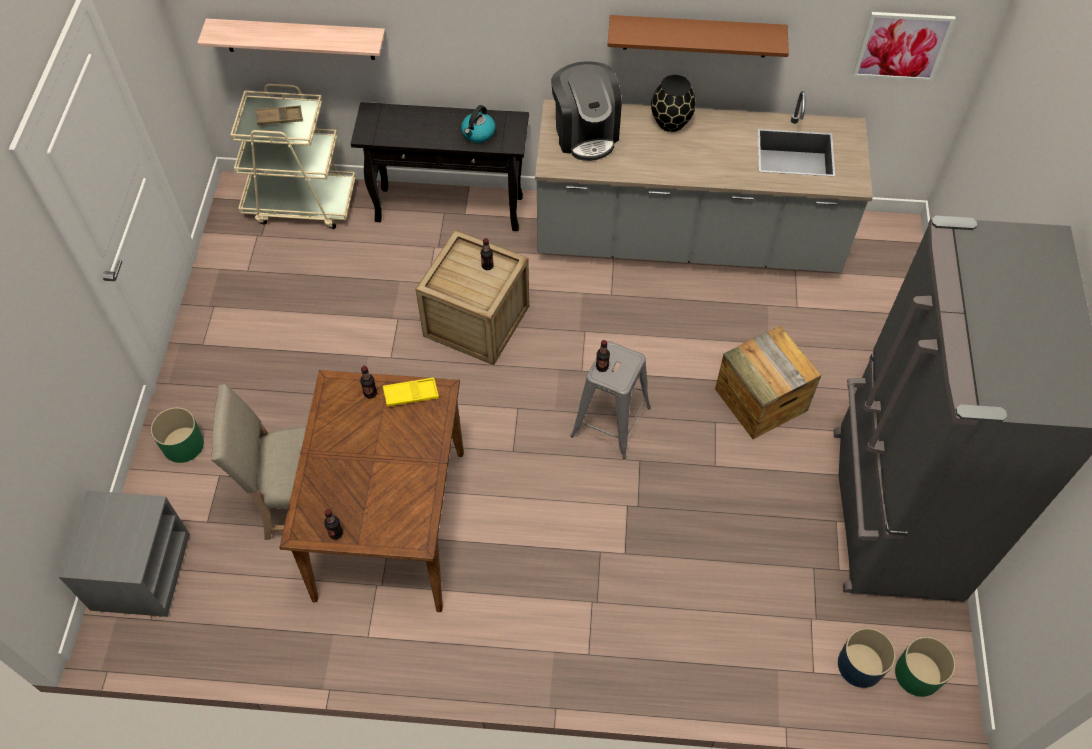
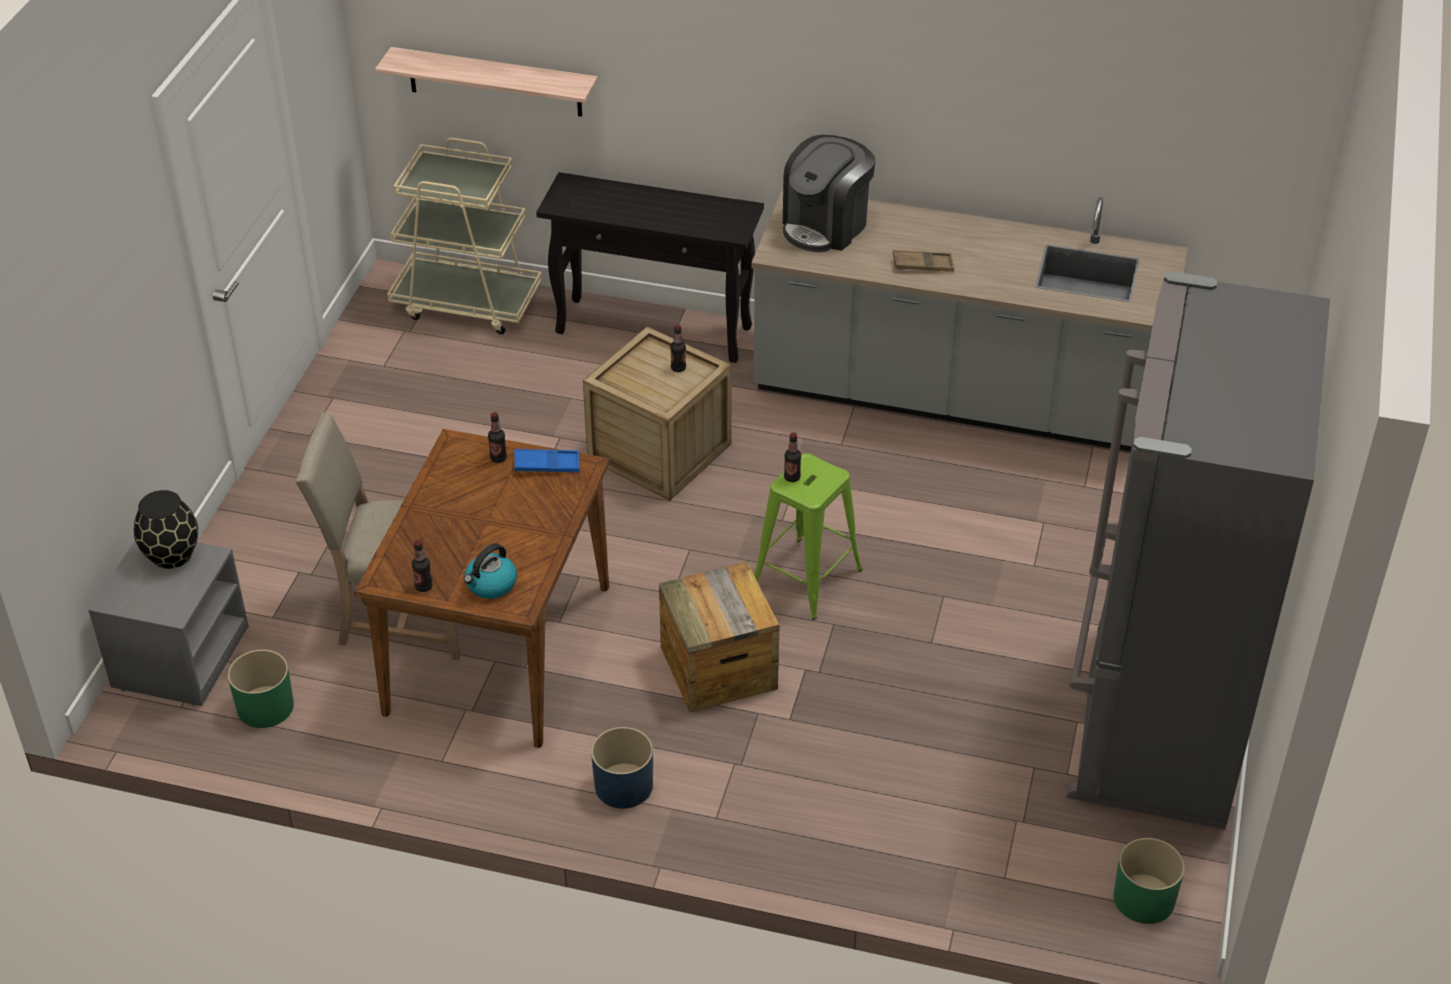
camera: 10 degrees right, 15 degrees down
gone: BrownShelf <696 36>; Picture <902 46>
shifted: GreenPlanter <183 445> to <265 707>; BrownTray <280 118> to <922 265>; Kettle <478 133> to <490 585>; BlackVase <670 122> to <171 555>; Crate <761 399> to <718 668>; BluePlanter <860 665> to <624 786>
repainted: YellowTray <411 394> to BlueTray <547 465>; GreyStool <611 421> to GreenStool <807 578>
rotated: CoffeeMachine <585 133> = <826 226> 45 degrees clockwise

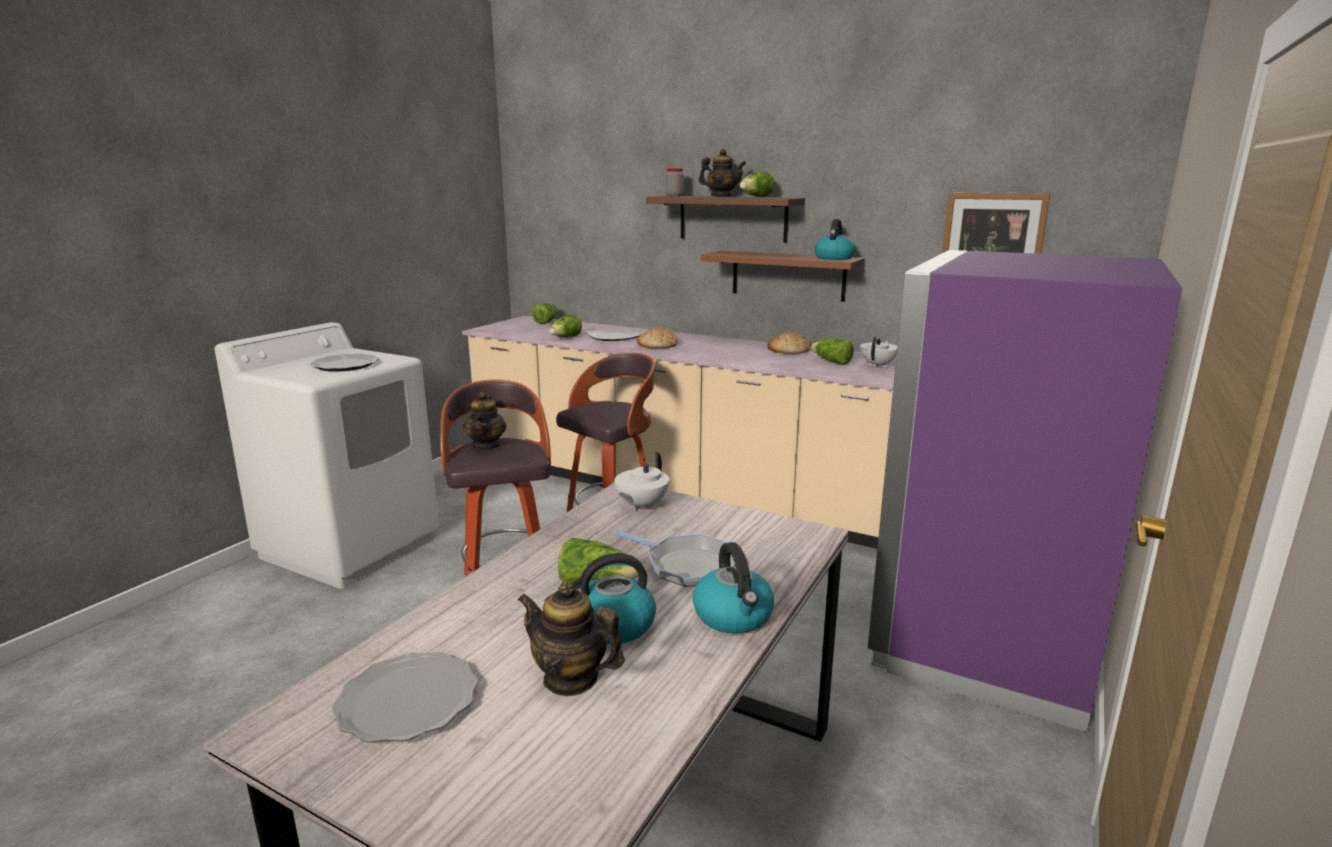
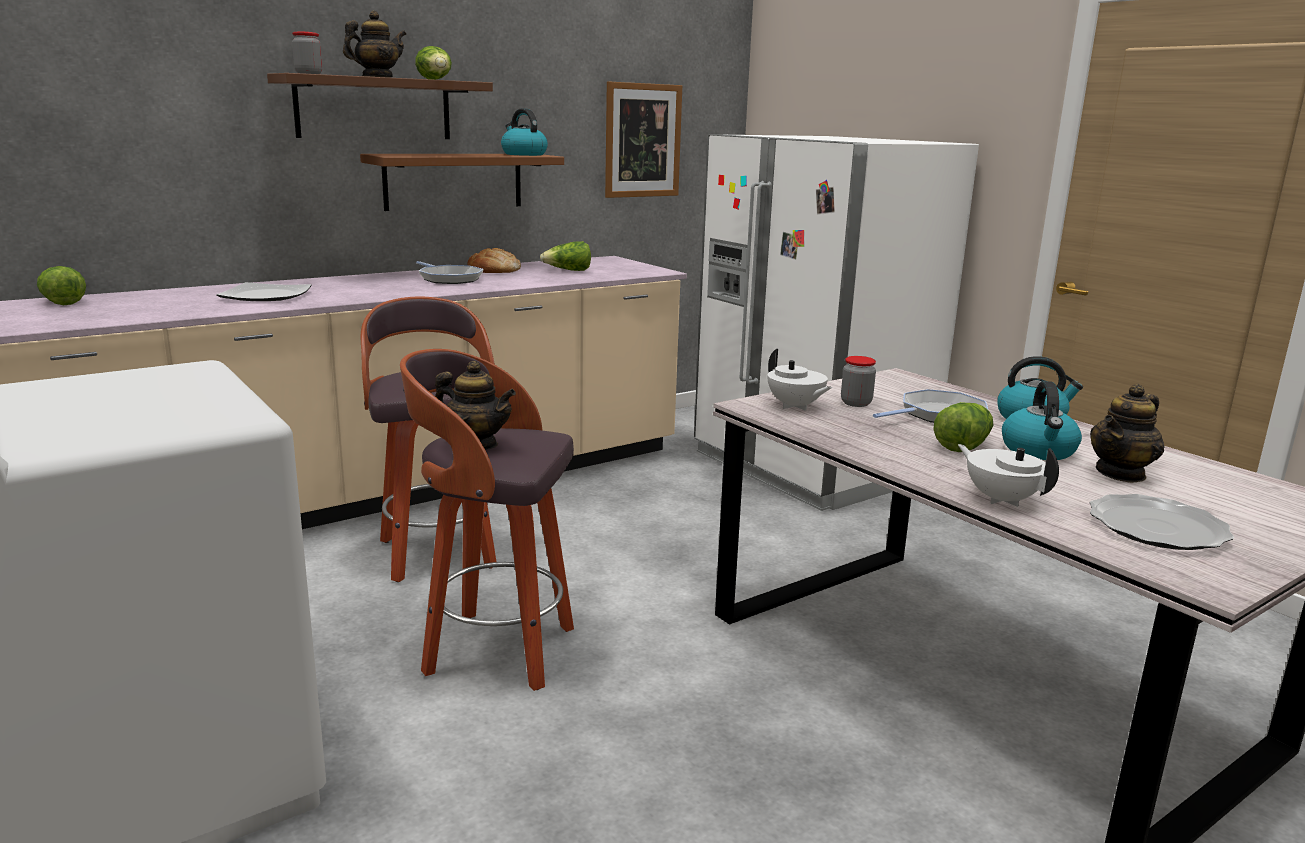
camera: 65 degrees left, 0 degrees up
gone: Plate <345 365>; Lettuce <565 338>; Bread <657 345>
new: FryingPan <449 278>; Jar <856 403>
shifted: WhiteTeapot <878 365> to <1001 499>
repainted: PurpleFridge <983 637> to WhiteFridge <810 467>

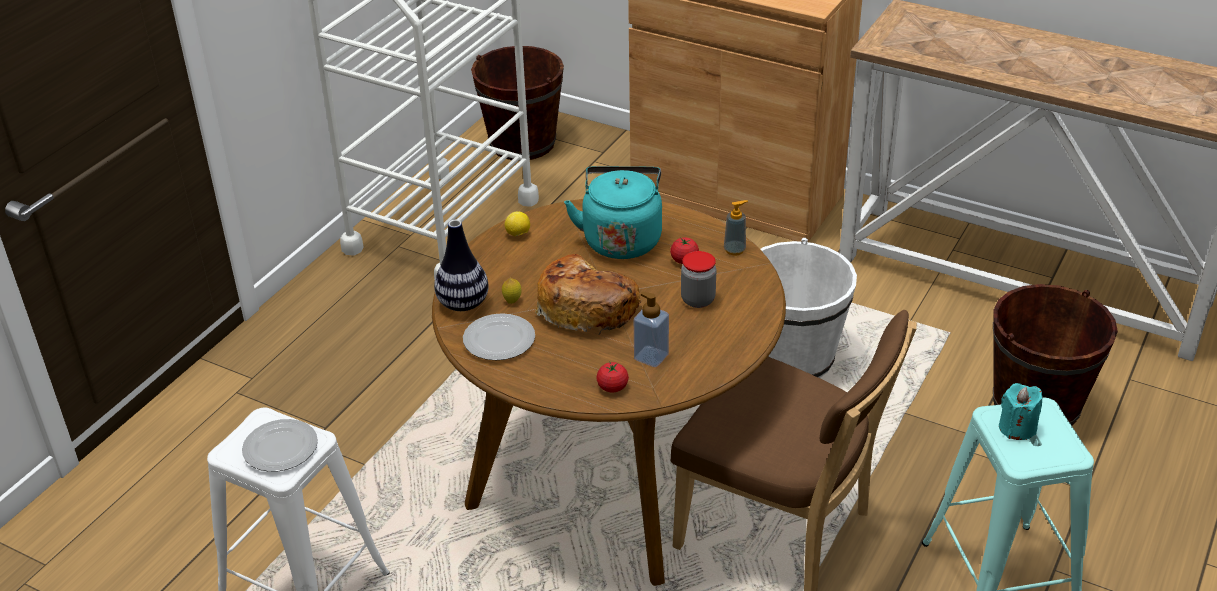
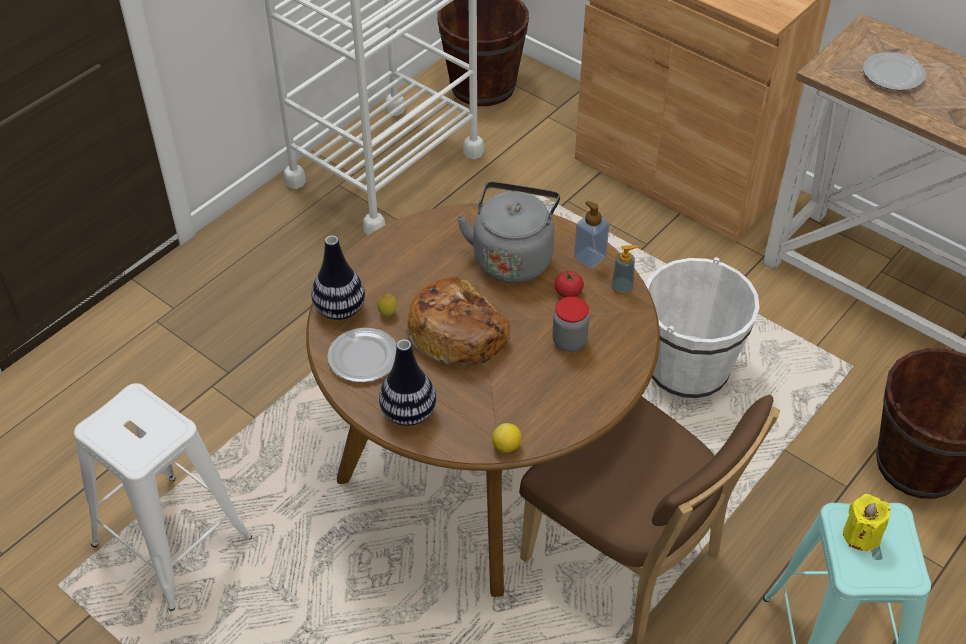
camera: 10 degrees right, 10 degrees up
gone: Tomato <612 387>
new: Vase <408 413>
shifted: Plate <280 449> to <893 75>; Lemon <518 234> to <506 447>; SoapDispenser <651 357> to <590 257>
repainted: TurquoiseKettle <621 239> to GreyKettle <513 257>; TurquoiseCandle <1017 428> to YellowCandle <861 535>

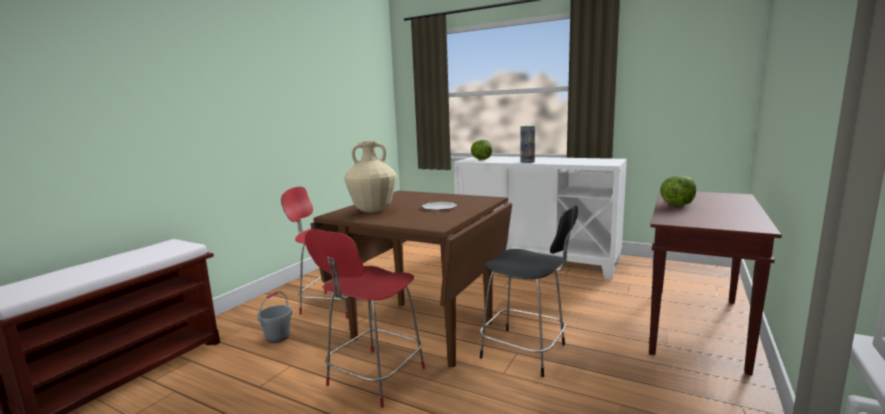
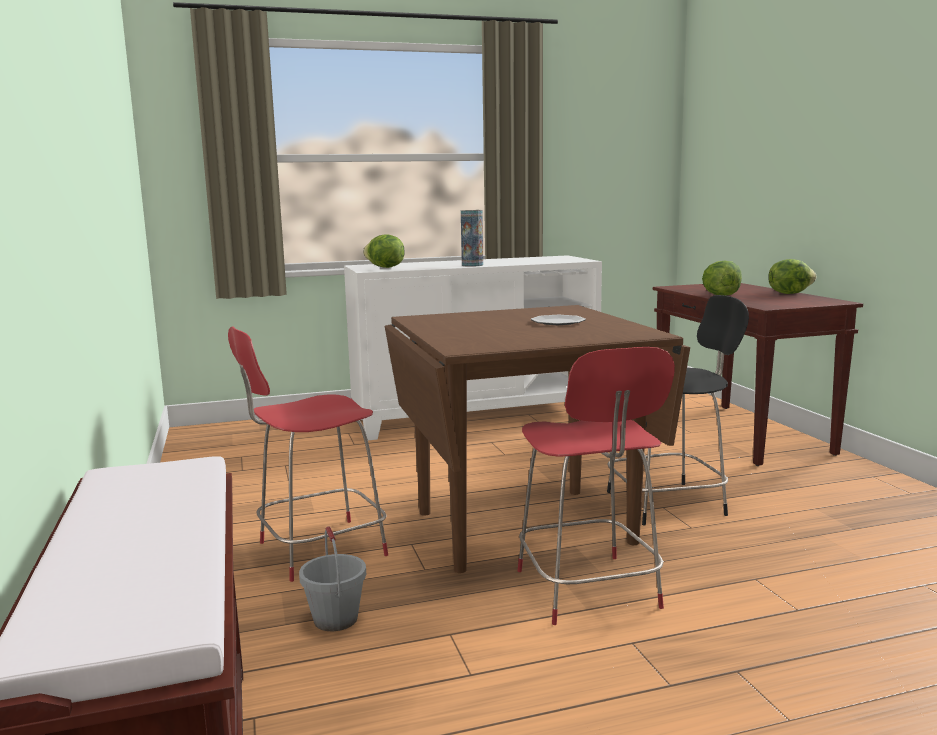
camera: 45 degrees left, 0 degrees up
gone: BeigeVase <373 211>
new: Lettuce <789 293>

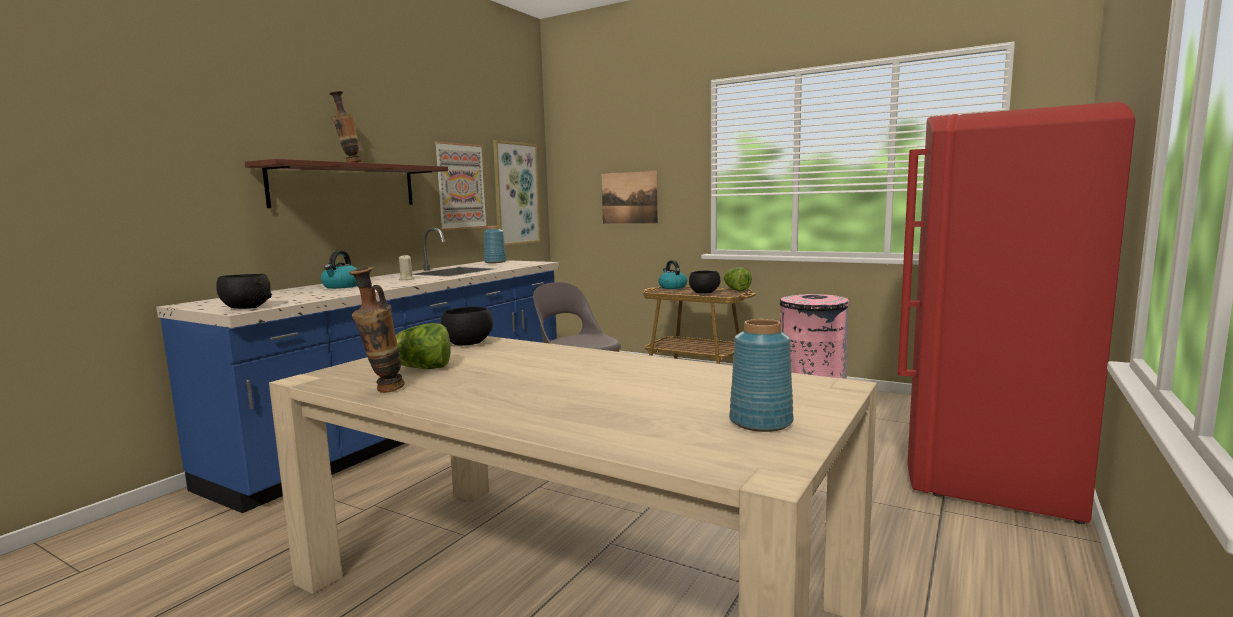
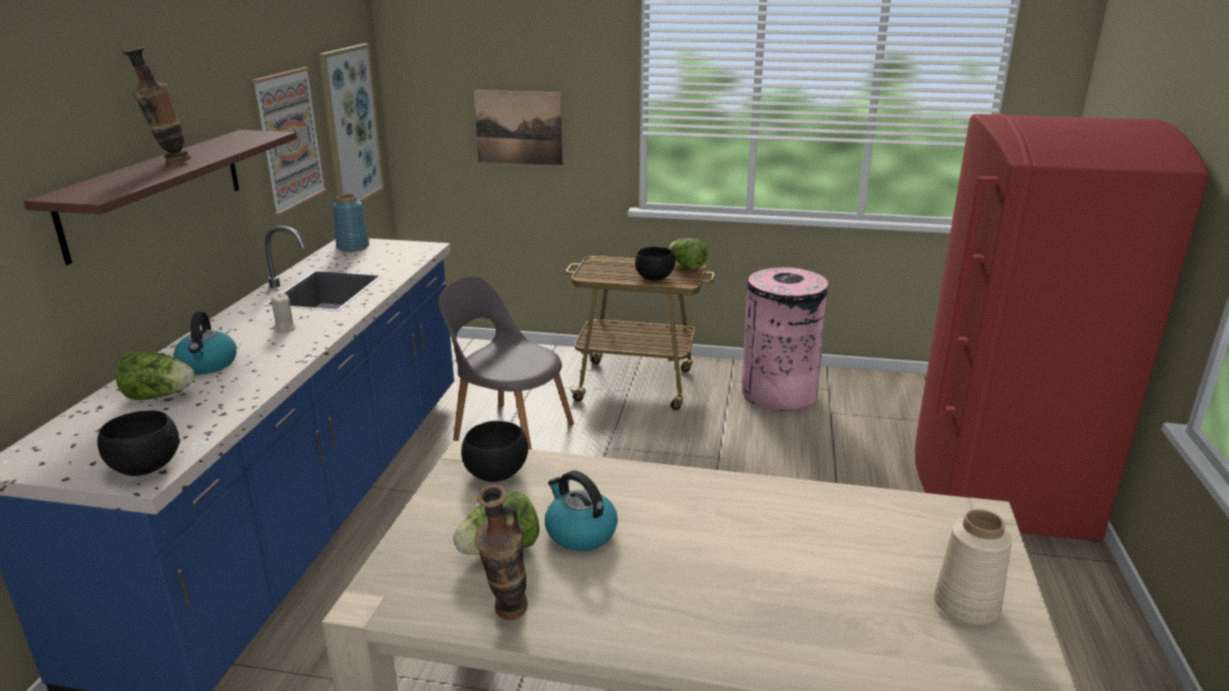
camera: 20 degrees left, 15 degrees up
new: Lettuce <159 396>
shifted: Kettle <672 287> to <579 532>
repainted: BlueVase <759 422> to BeigeVase <965 605>

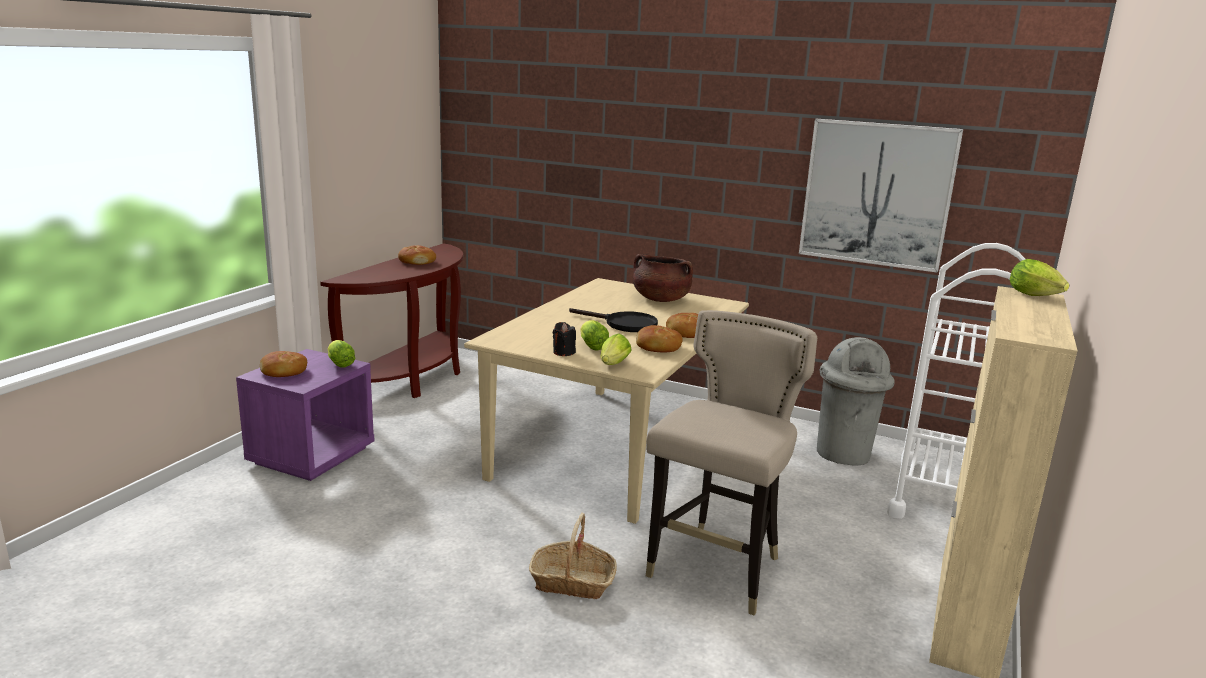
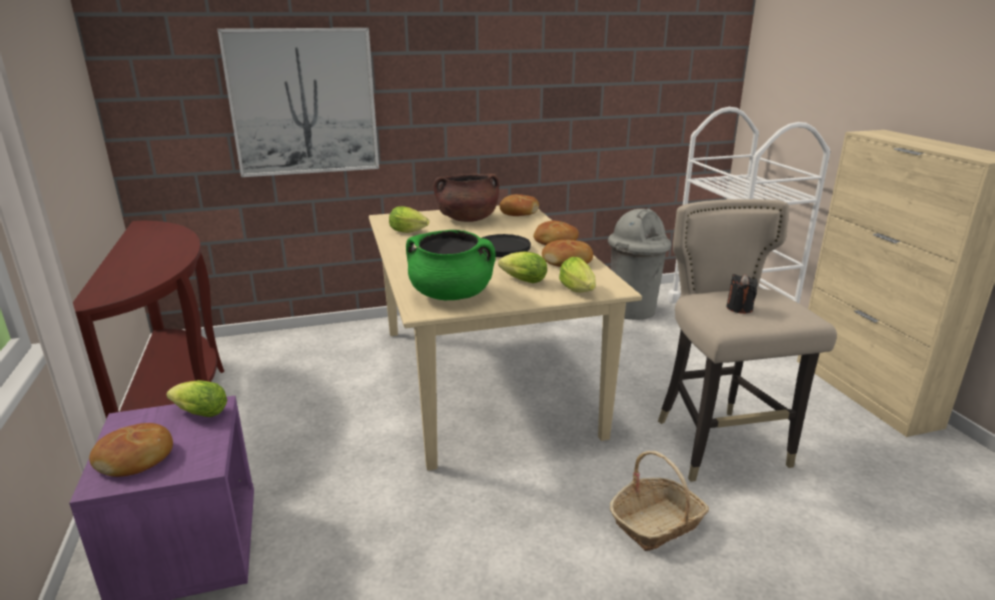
camera: 40 degrees left, 5 degrees up
new: GreenCookingPot <451 295>
shifted: Bread <416 261> to <518 212>; BlackCandle <563 352> to <739 308>; Picture <876 194> to <303 102>; Lettuce <1037 296> to <410 232>

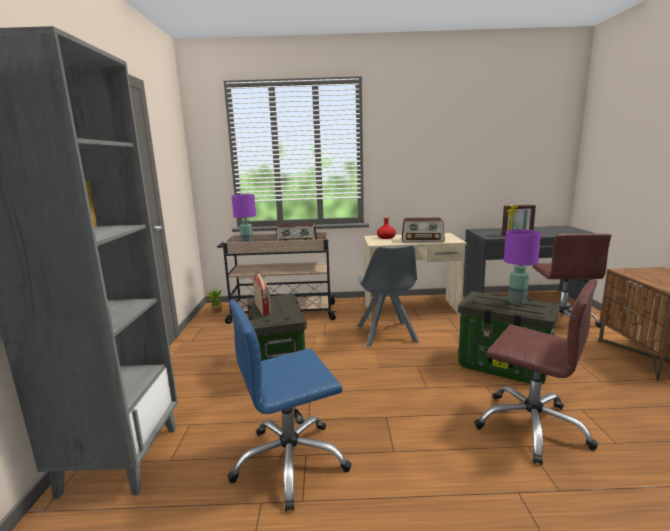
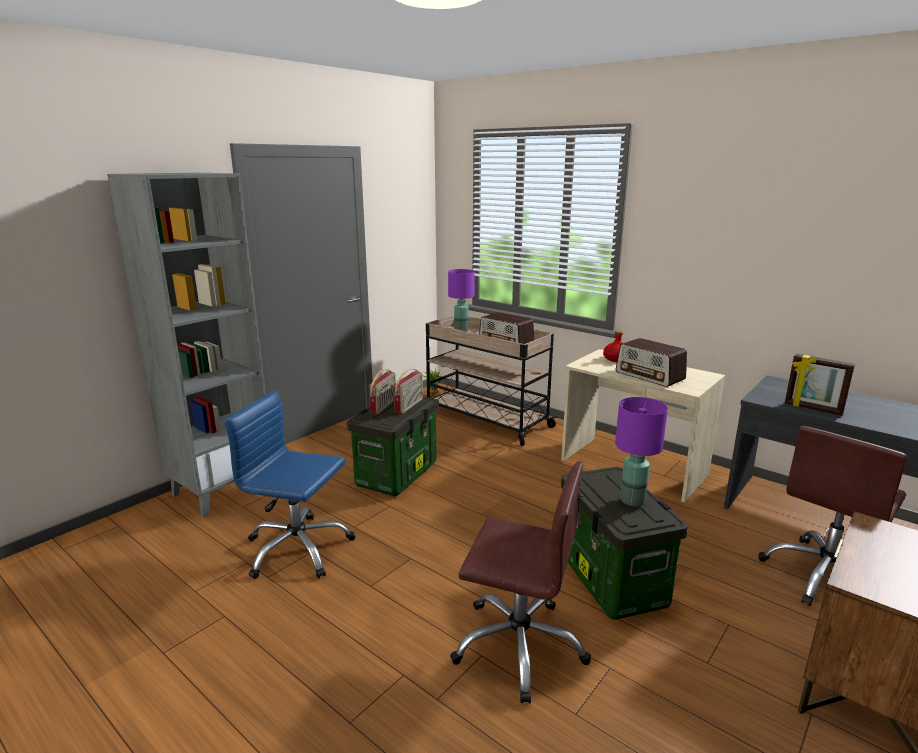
camera: 40 degrees right, 5 degrees up
gone: GreyChair <387 335>
new: Radio <409 406>
rotated: BrownOfficeChair <531 426> = <519 645> 60 degrees counterclockwise

